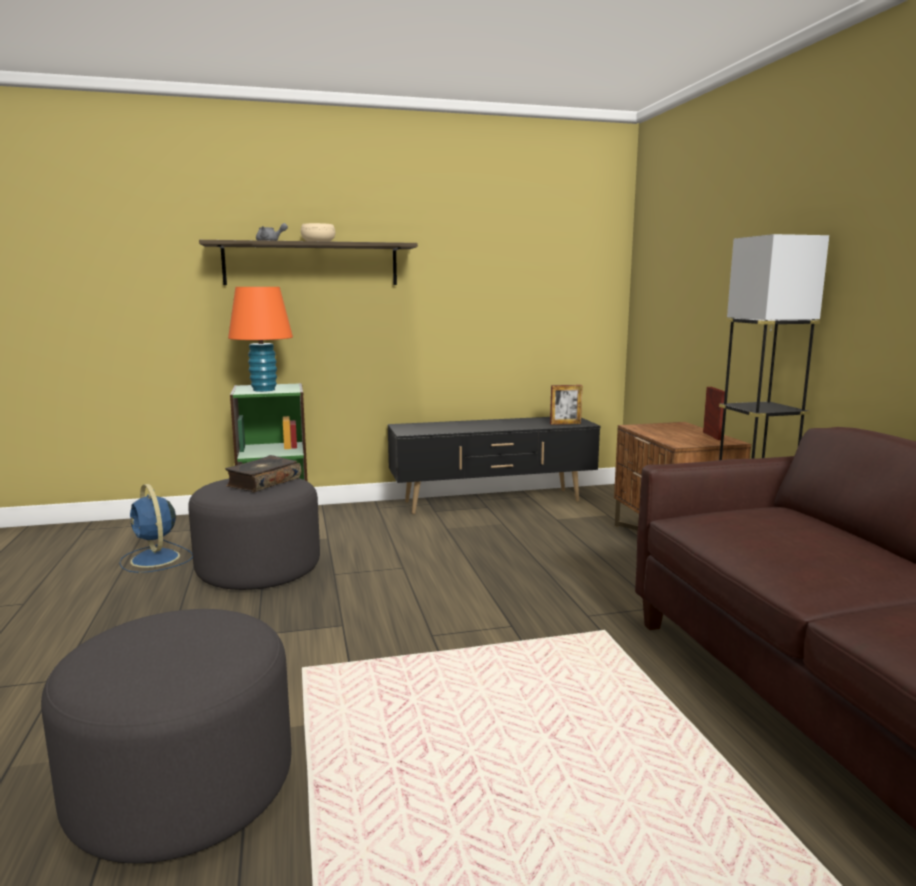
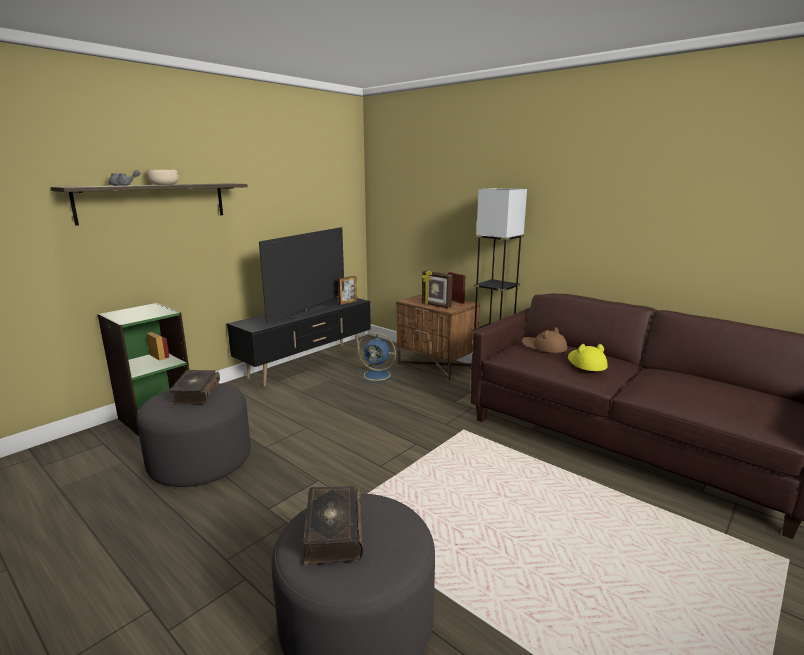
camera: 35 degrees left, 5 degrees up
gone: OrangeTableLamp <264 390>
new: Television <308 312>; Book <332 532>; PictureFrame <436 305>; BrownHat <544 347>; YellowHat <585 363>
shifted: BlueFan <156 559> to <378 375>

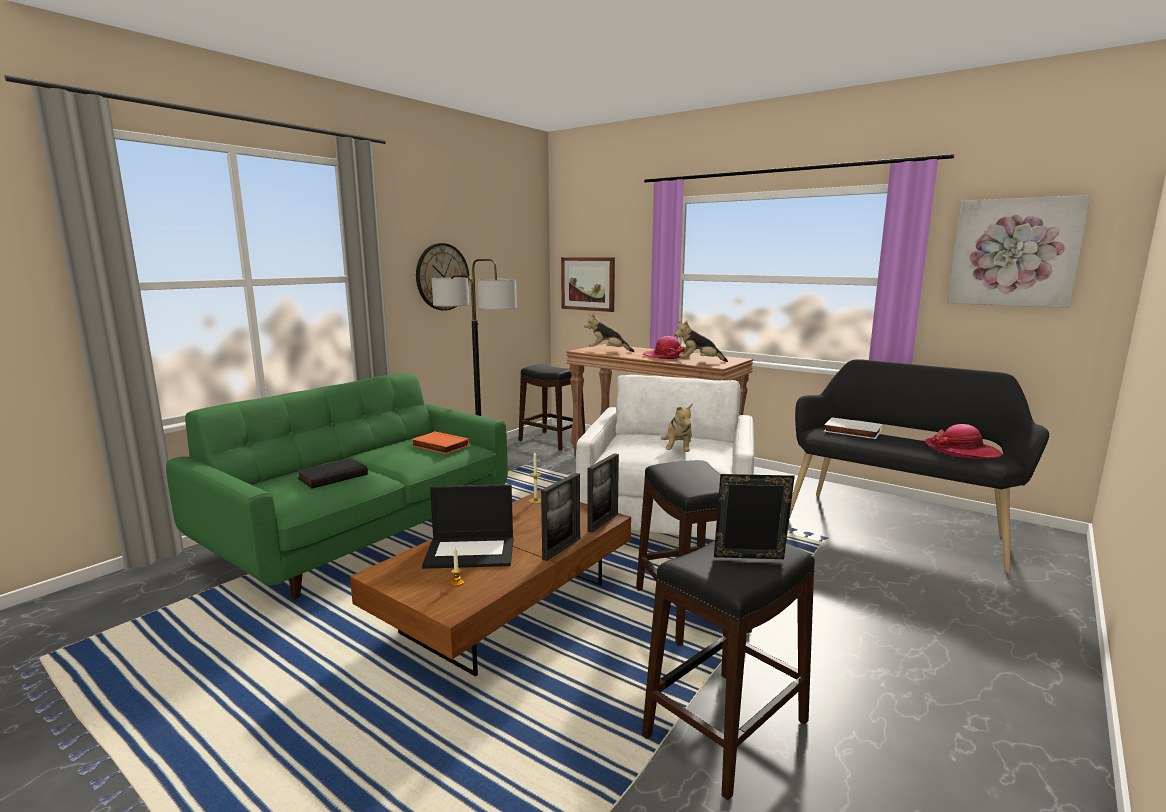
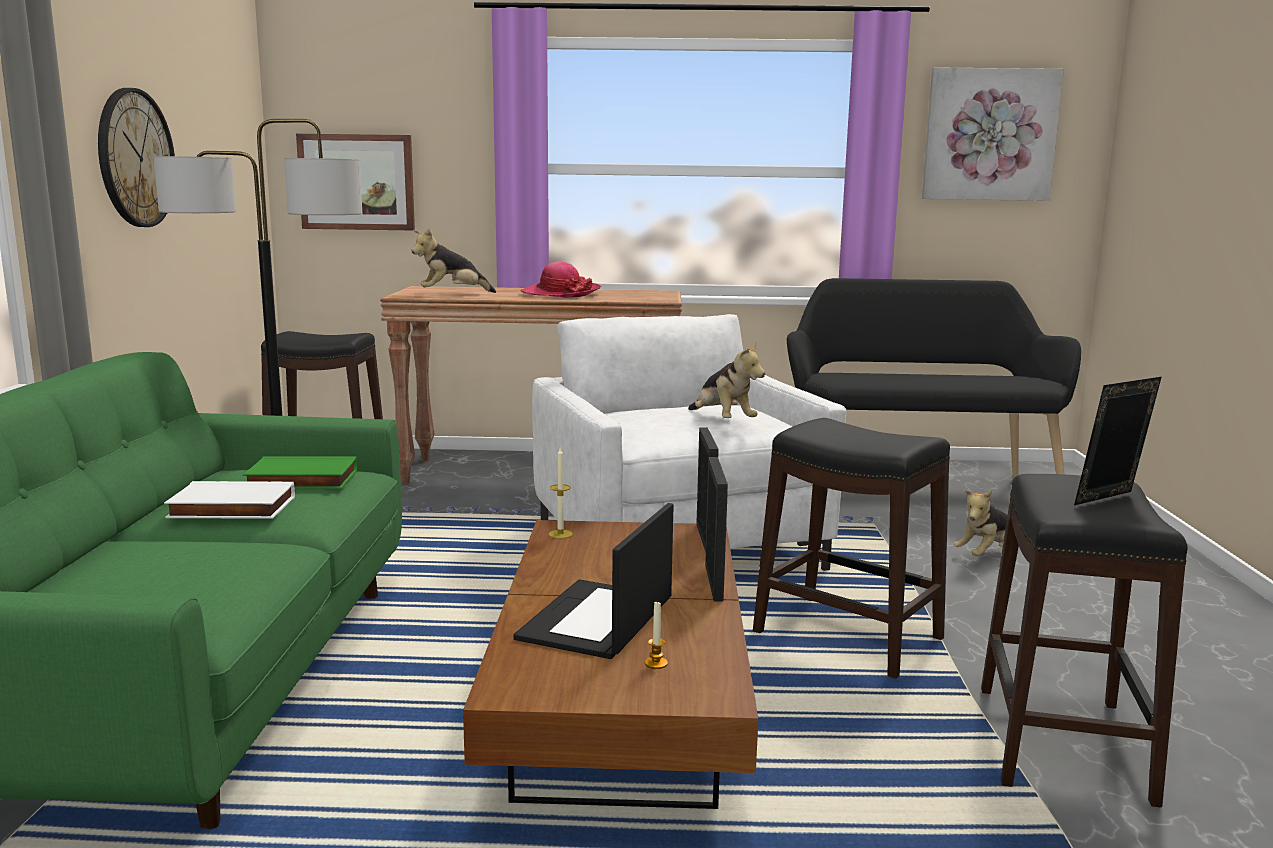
camera: 35 degrees left, 0 degrees up
gone: BlackBook <332 476>; Hat <961 451>
shifted: PlushToy <698 362> to <988 555>; WhiteBook <851 432> to <230 508>
repainted: OrangeBook <439 446> to GreenBook <300 480>
rotated: Laptop <471 552> = <597 620> 150 degrees clockwise

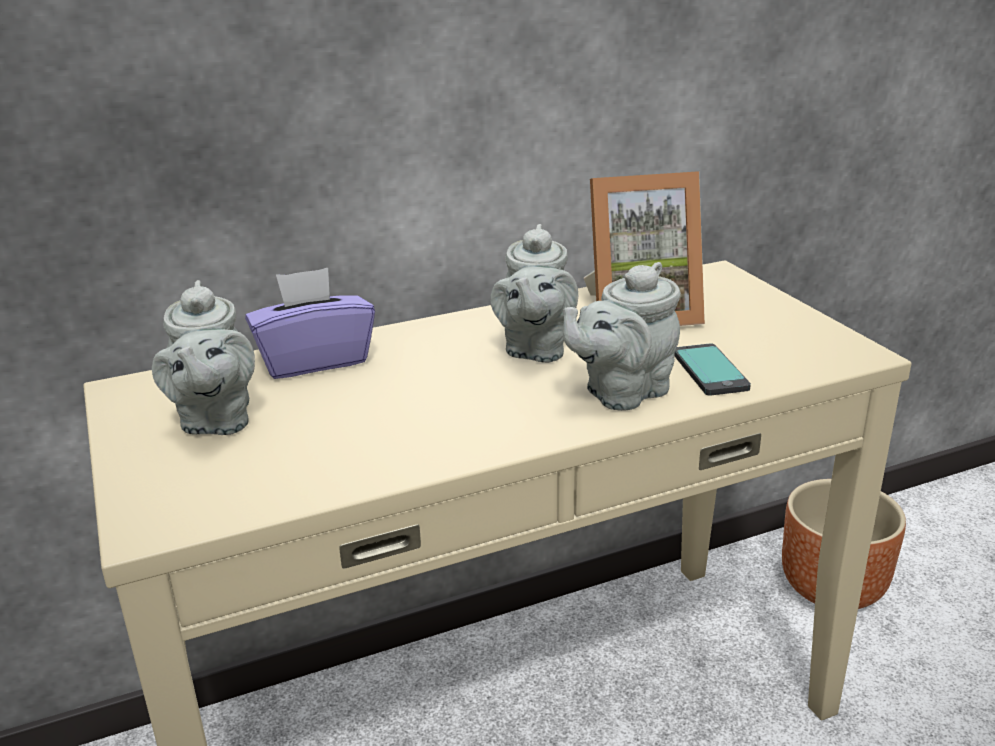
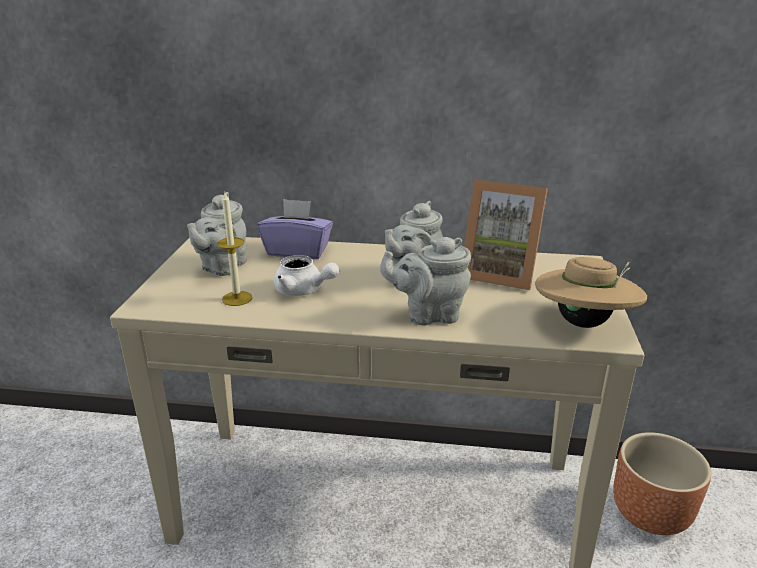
camera: 30 degrees right, 0 degrees up
gone: Phone <710 371>
new: Candle <237 298>; WhiteTeapot <304 291>; BeigeHat <584 323>

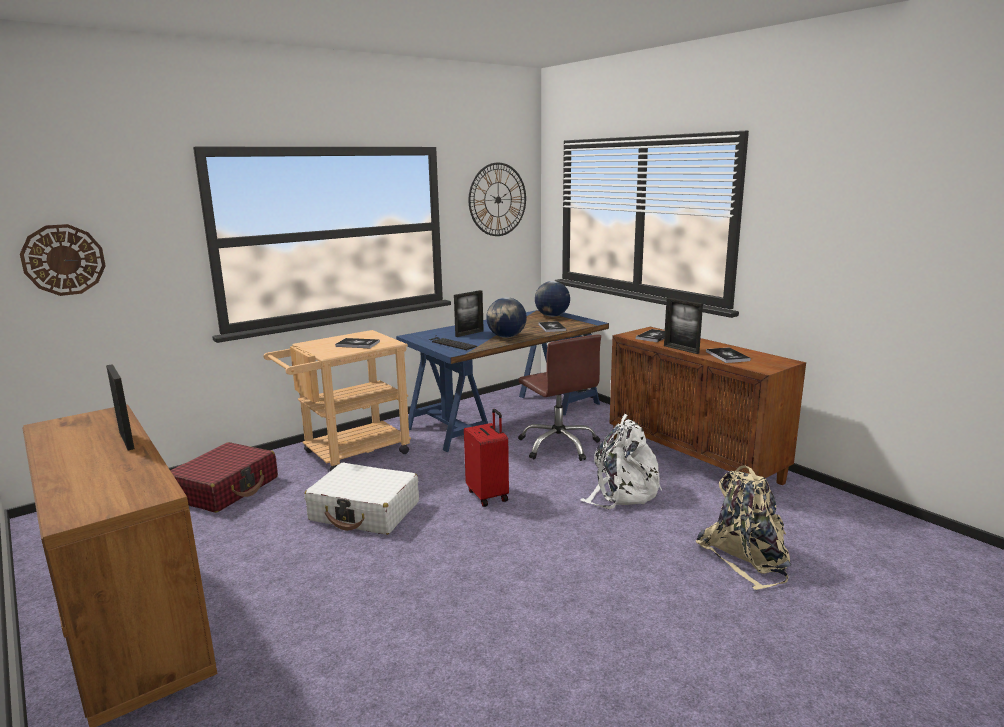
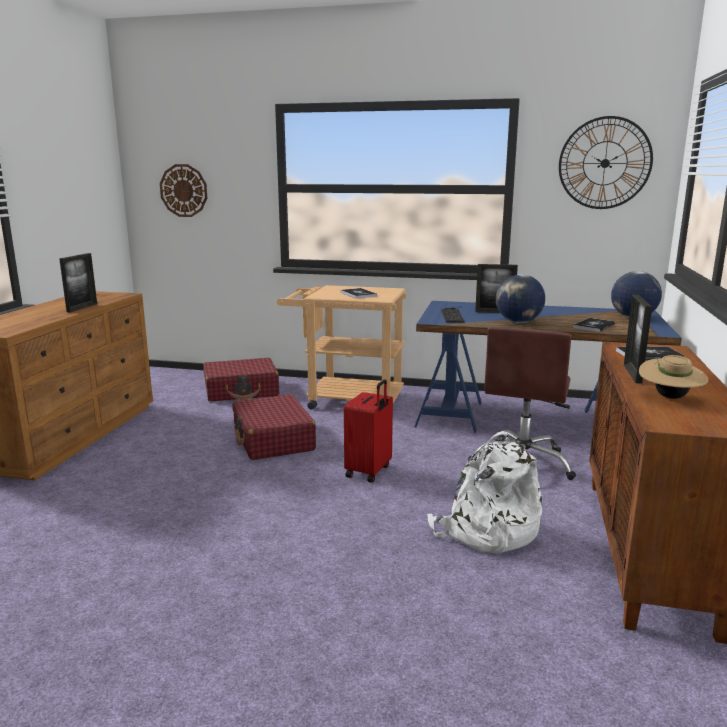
camera: 50 degrees right, 0 degrees up
gone: BeigeBackpack <747 557>
swapped: Book <727 356> to BeigeHat <669 397>
repainted: WhiteSuitcase <365 511> to RedSuitcase <273 439>

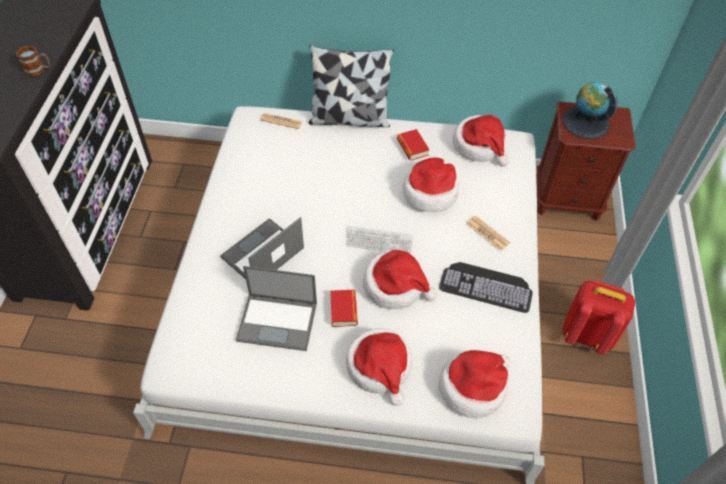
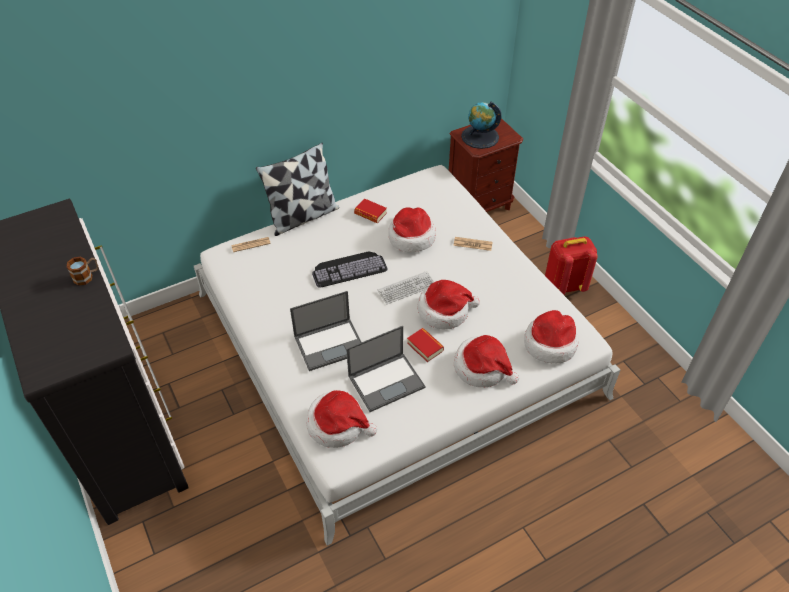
camera: 35 degrees left, 5 degrees down
shifted: Keyboard <487 285> to <349 268>; Hat <479 146> to <338 425>
rotated: Laptop <262 253> = <330 344> 120 degrees counterclockwise

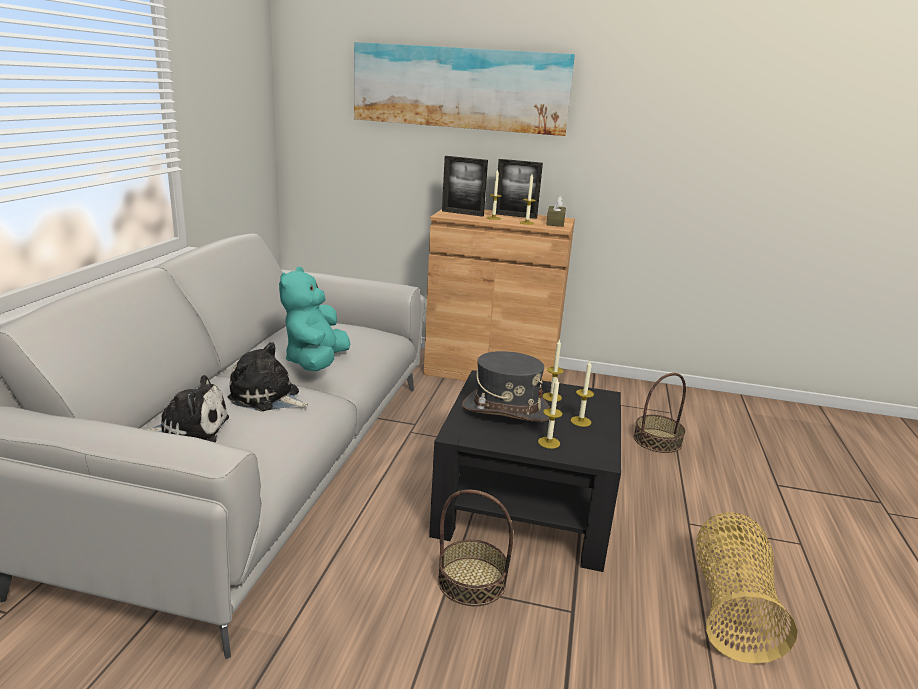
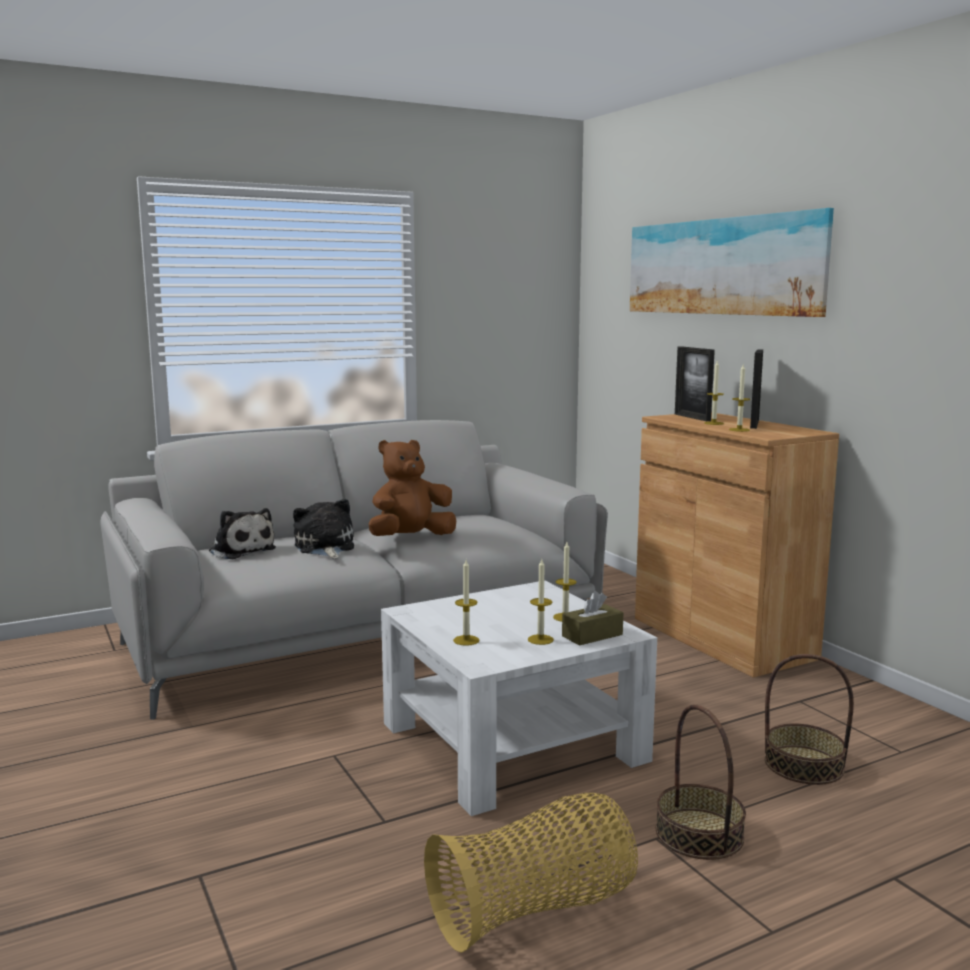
camera: 50 degrees right, 10 degrees down
gone: GreyHat <505 410>
shifted: Basket <472 581> to <699 834>; BrownTissueBox <555 223> to <592 635>
repainted: TurquoisePlushToy <316 363> to BrownPlushToy <410 538>; BlackCoffeeTable <525 503> to WhiteCoffeeTable <512 742>
rotated: PictureFrame <515 216> = <754 424> 135 degrees counterclockwise

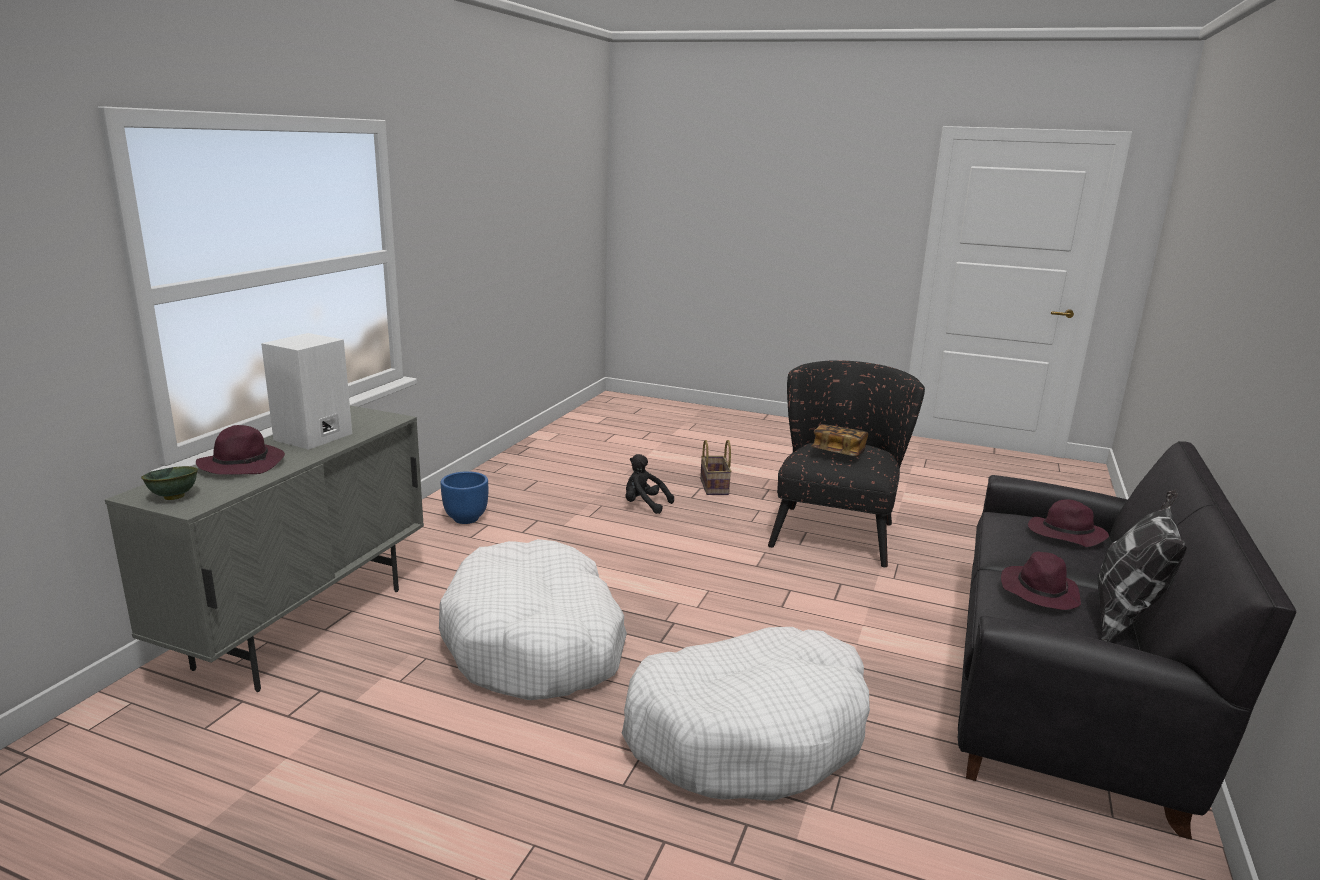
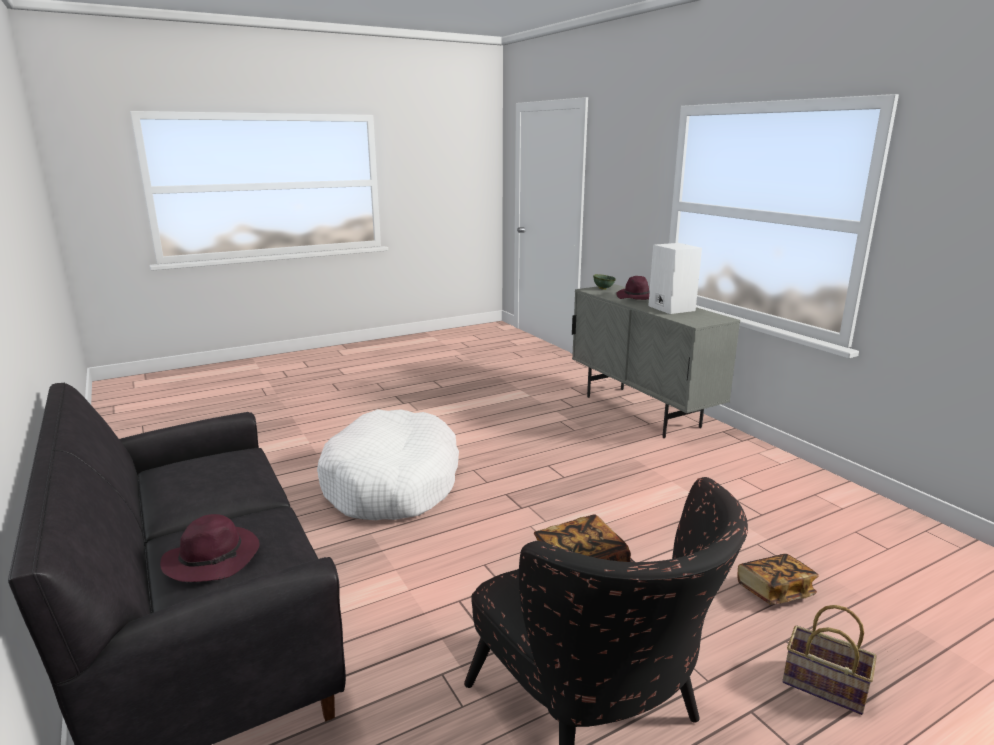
camera: 130 degrees right, 0 degrees up
gone: WhiteDogBed <536 642>; BluePlanter <466 518>; PurpleHat <1039 592>; Pillow <1125 619>
swapped: BlackPlushToy <644 505> to Book <774 591>

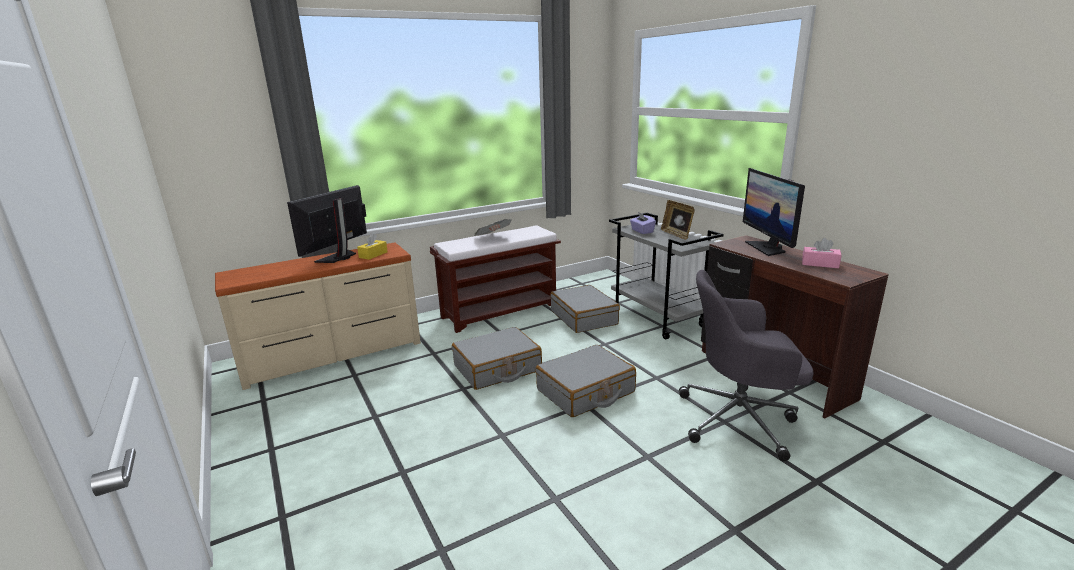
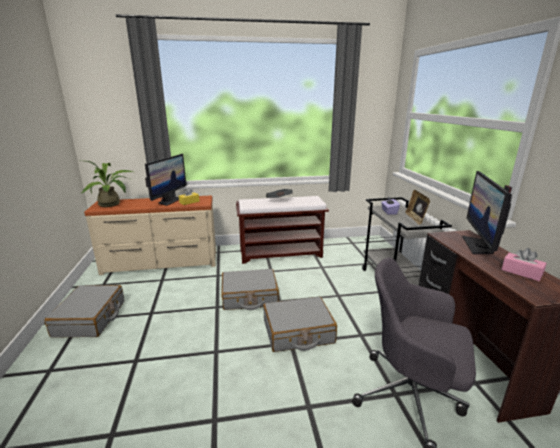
camera: 20 degrees right, 0 degrees up
new: PottedPlant <112 204>
shifted: GreySuitcase <584 317> to <90 318>
rotated: Monitor <339 257> = <169 201> 150 degrees clockwise

